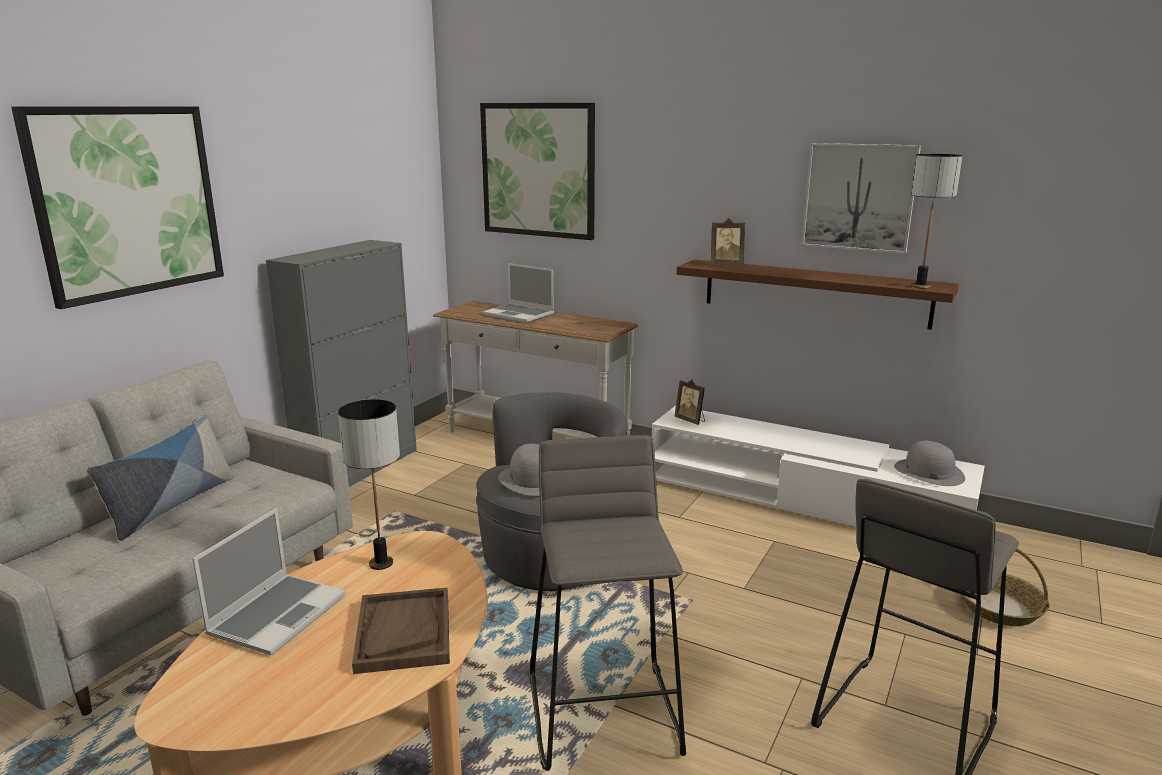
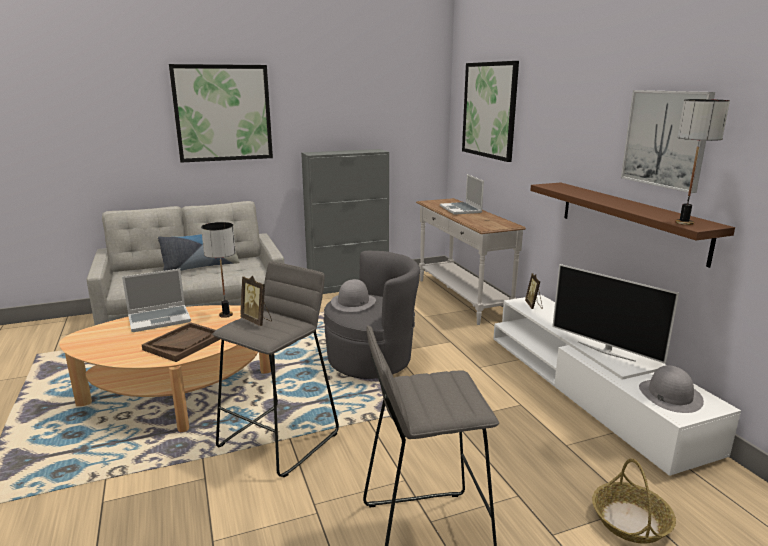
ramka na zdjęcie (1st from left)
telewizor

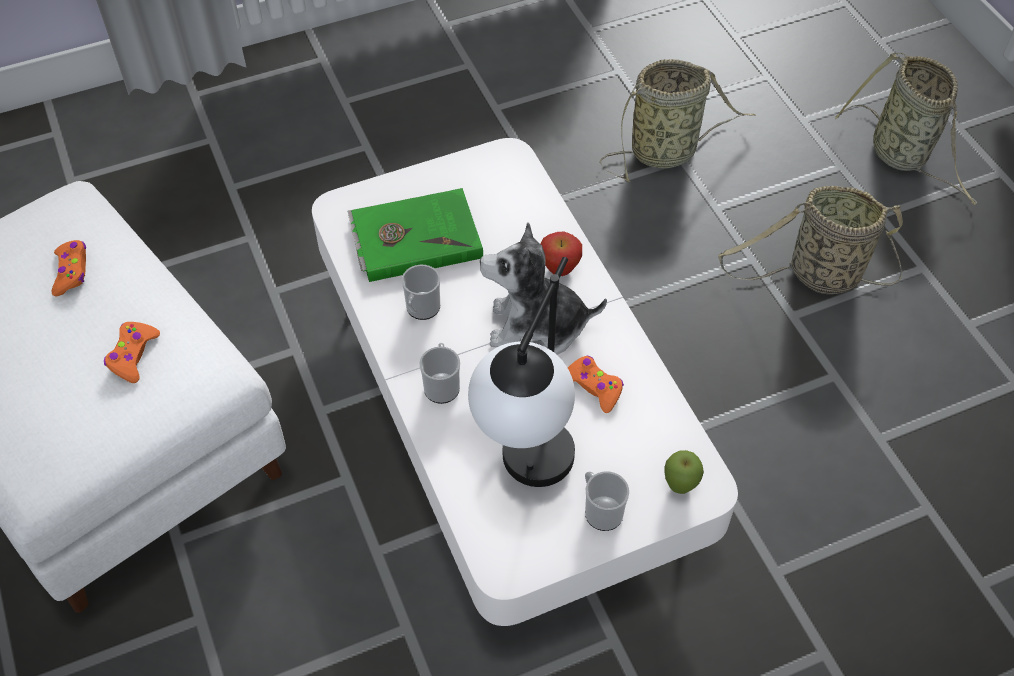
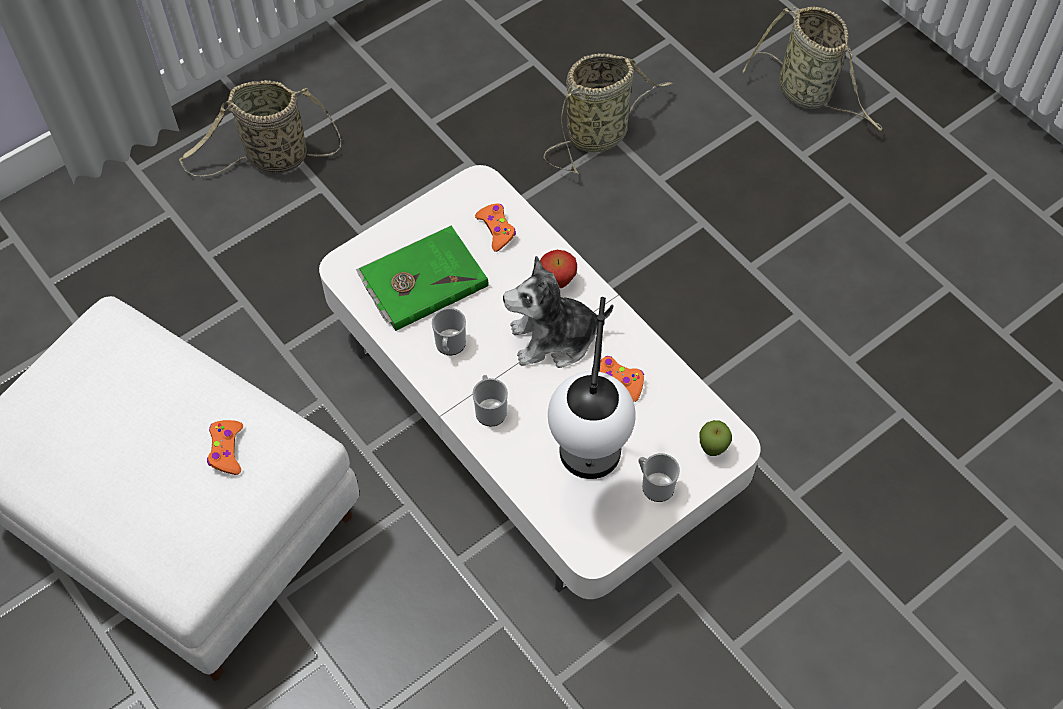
koszyk (1st from left)
pad do gier [pomarańczowy] (2nd from left)

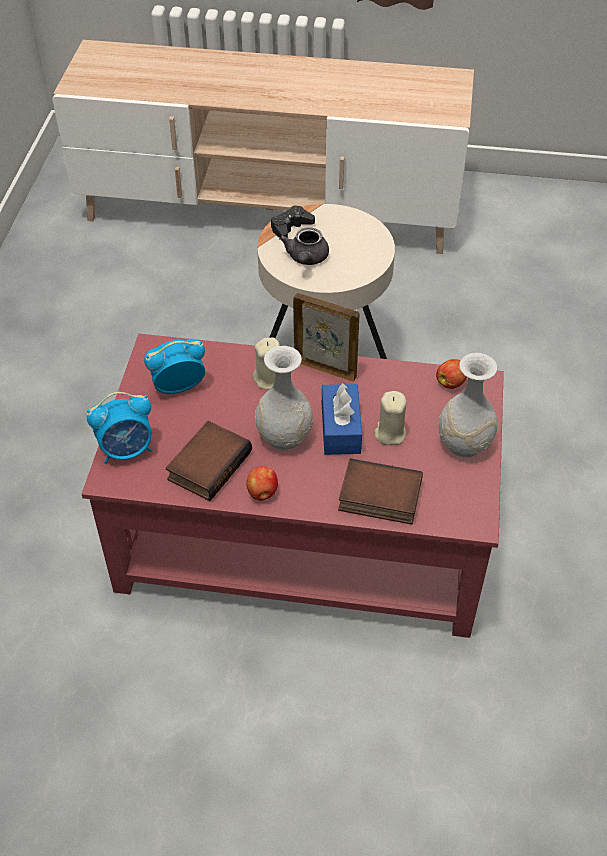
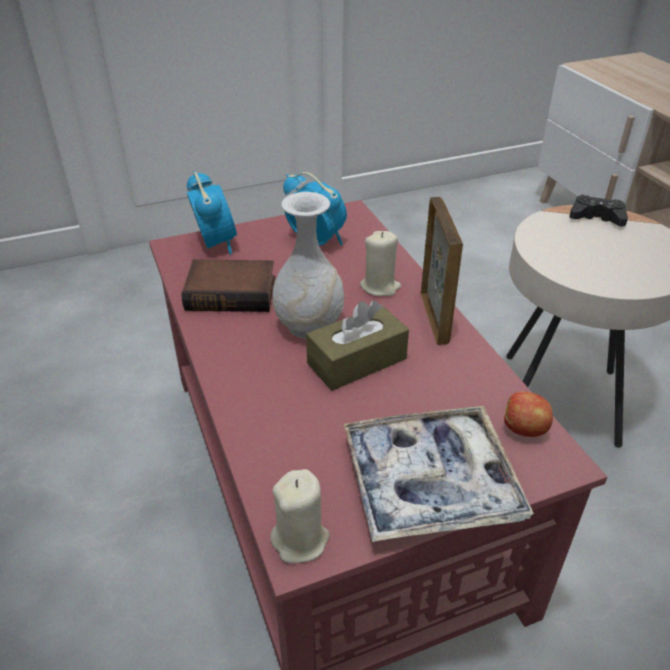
imbryk [szary]
taca
pudełko chusteczek [brązowy]
świeca [beżowy] (1st from left)
budzik (1st from left)
książka (2nd from left in the first image)
jabłko (1st from left in the first image)

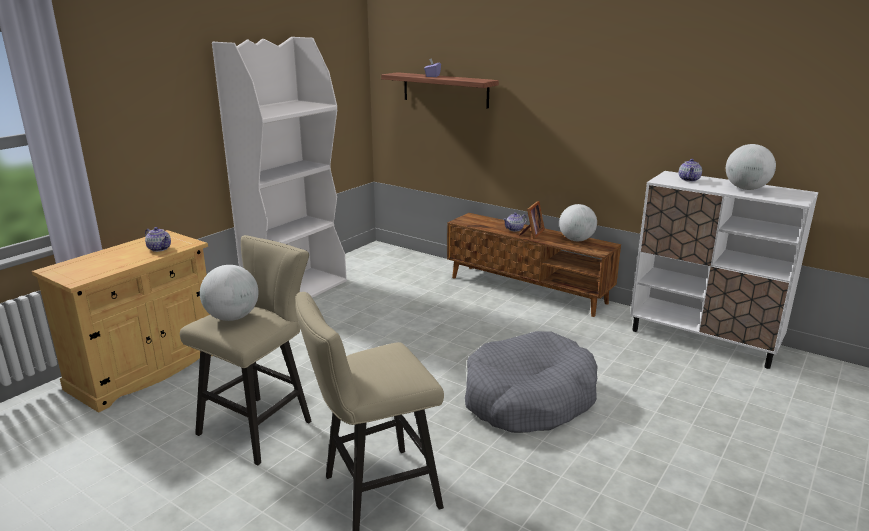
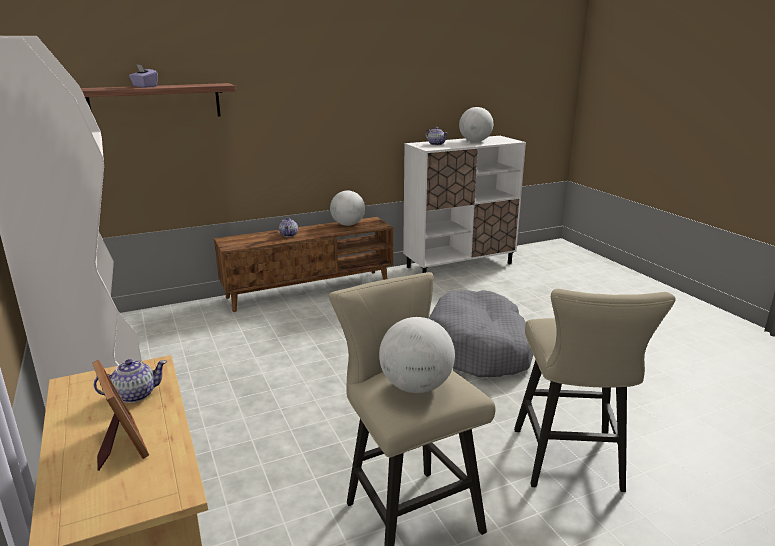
ramka na zdjęcie

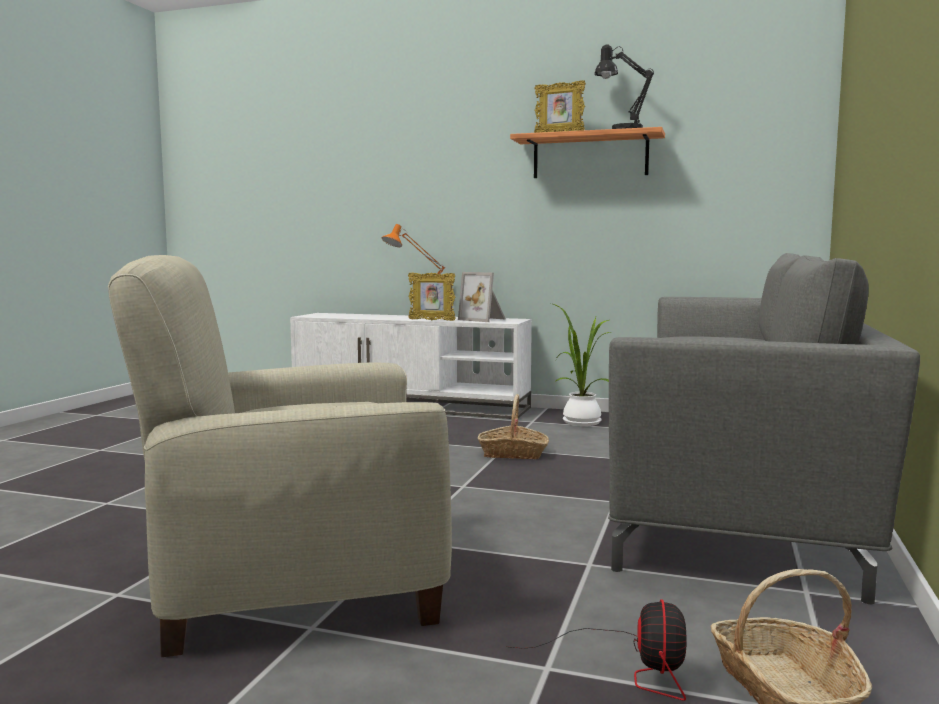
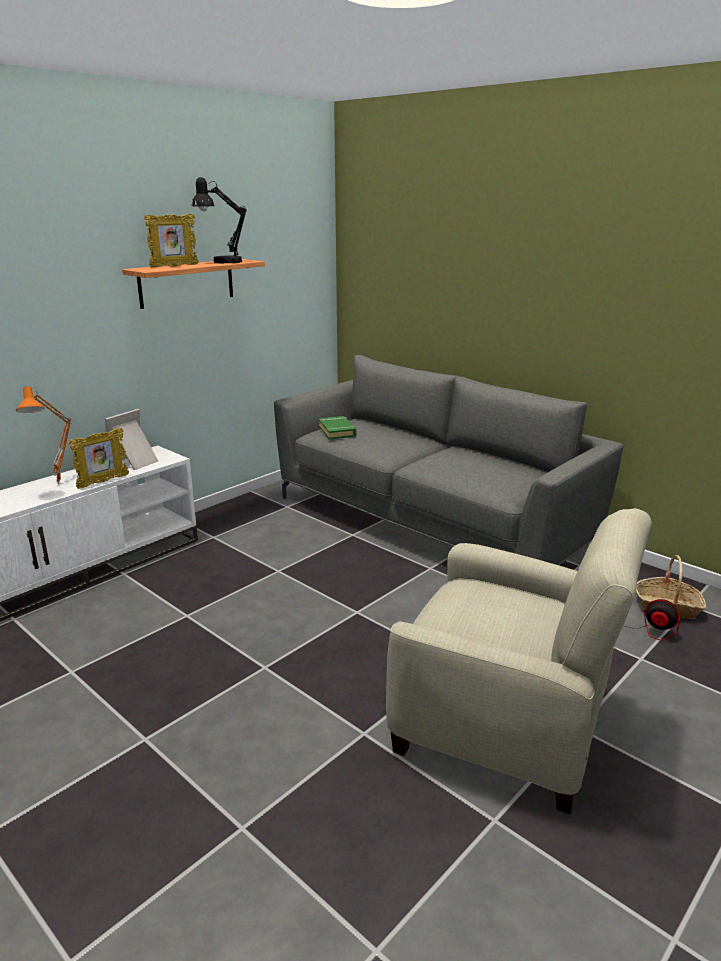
fotel [beżowy]
ramka na zdjęcie (2nd from left)
roślina doniczkowa
koszyk (1st from left in the first image)
książka [zielony]

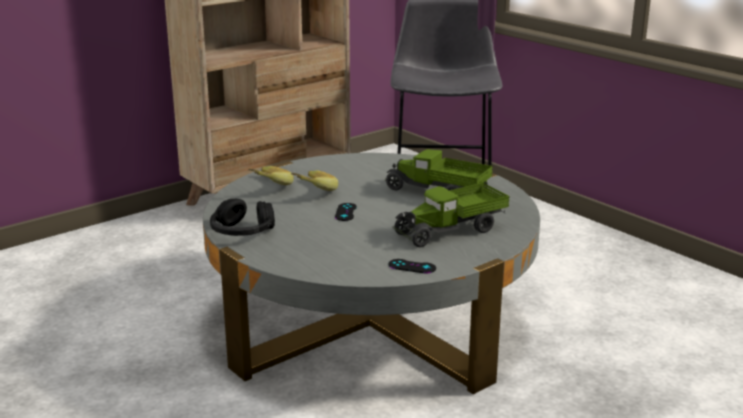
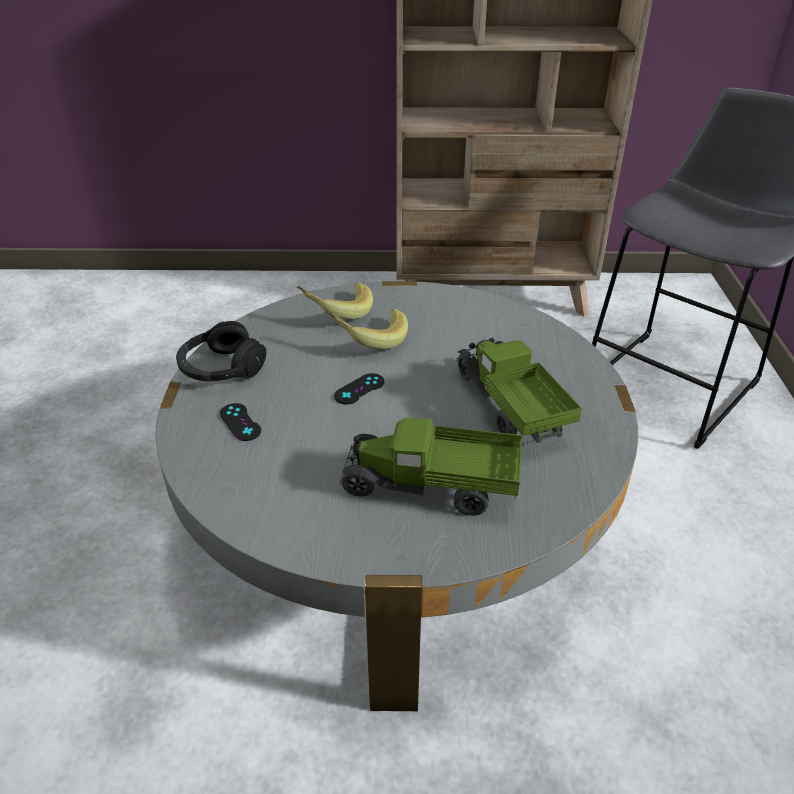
pad do gier [czarny] (1st from left)

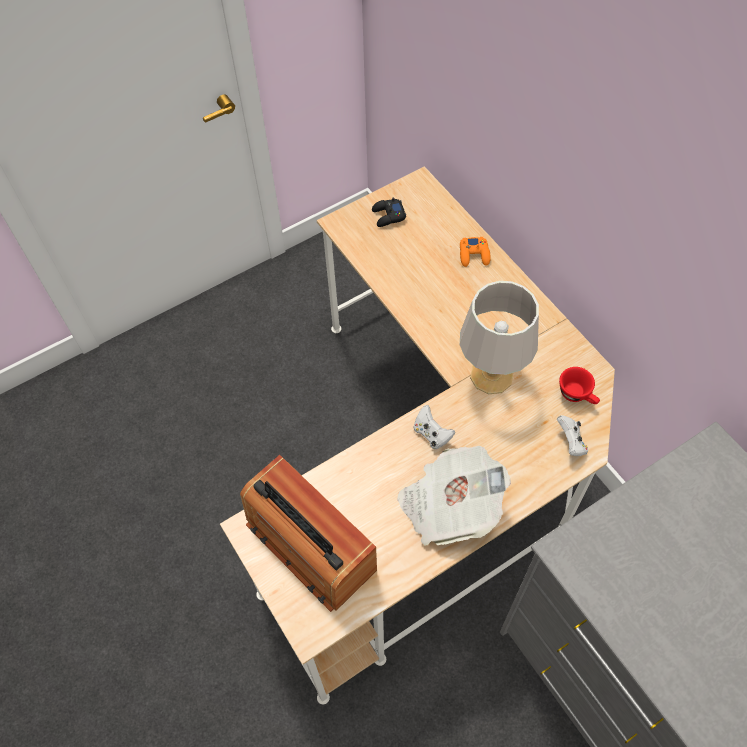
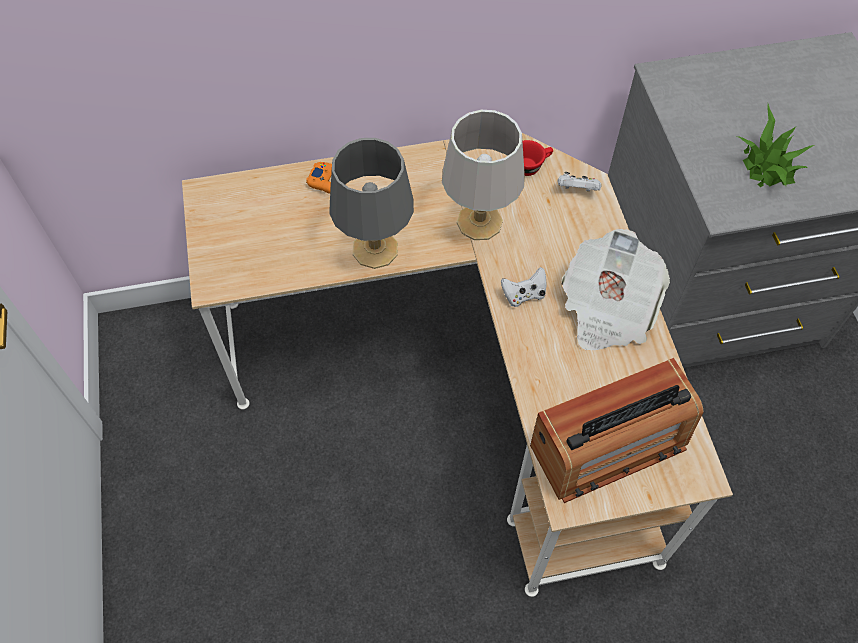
pad do gier [czarny]
roślina doniczkowa
lampa stołowa [szary] (1st from left)

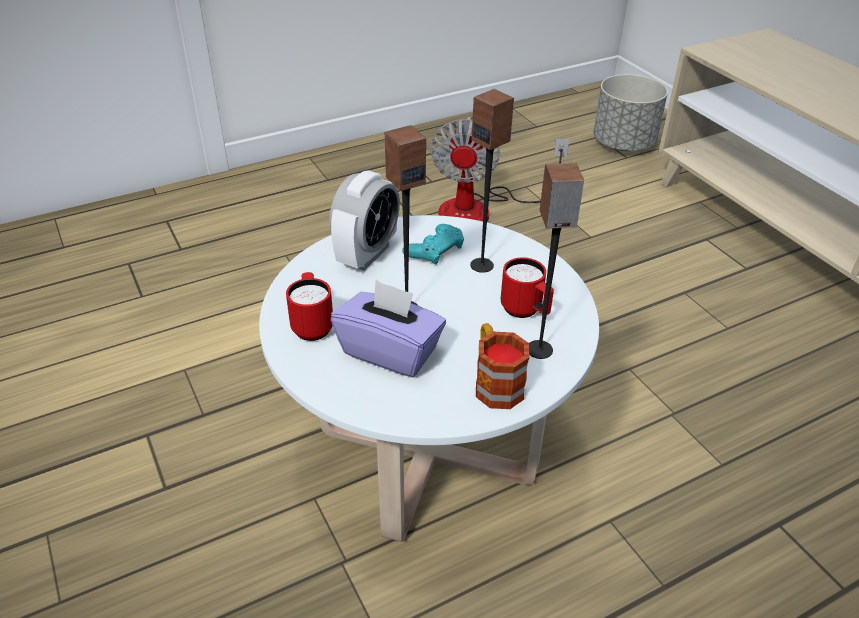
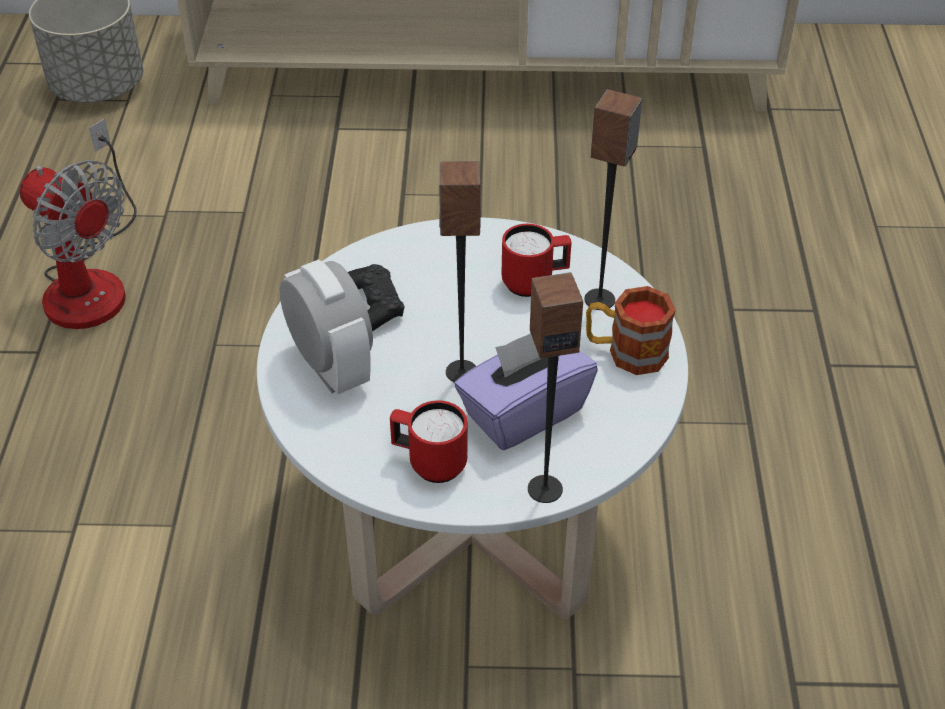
głośnik (2nd from left)
pad do gier [czarny]

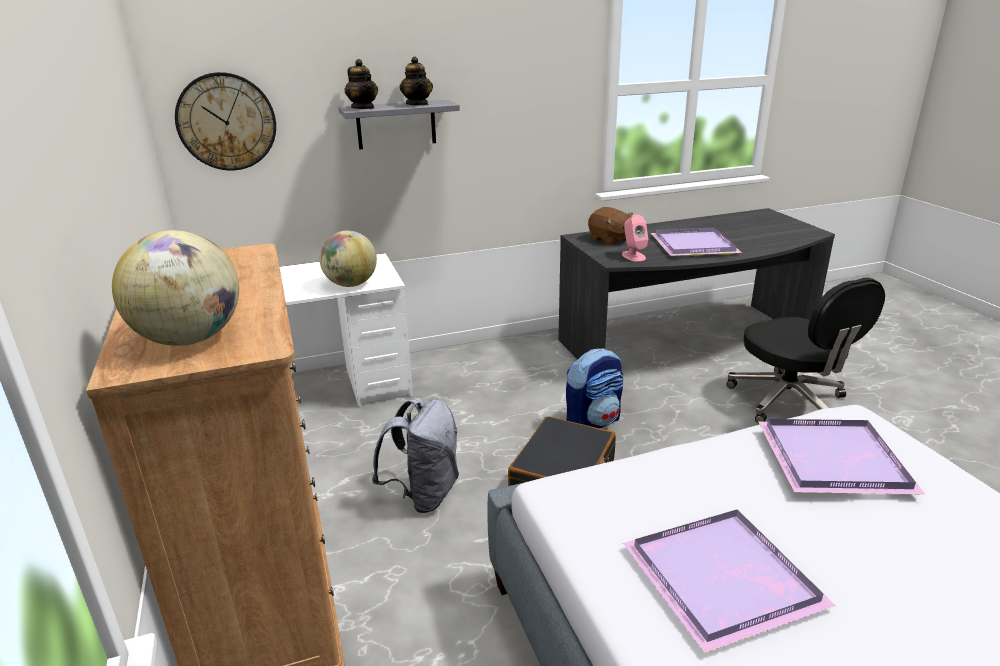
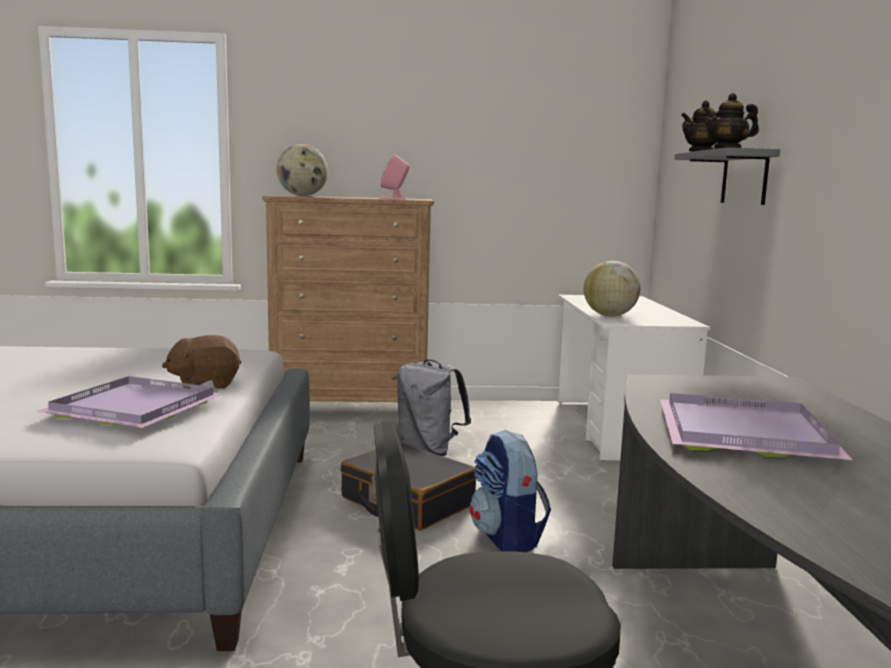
zegar ścienny
pluszak [brązowy]
głośnik [różowy]
taca [fioletowy] (2nd from left in the first image)

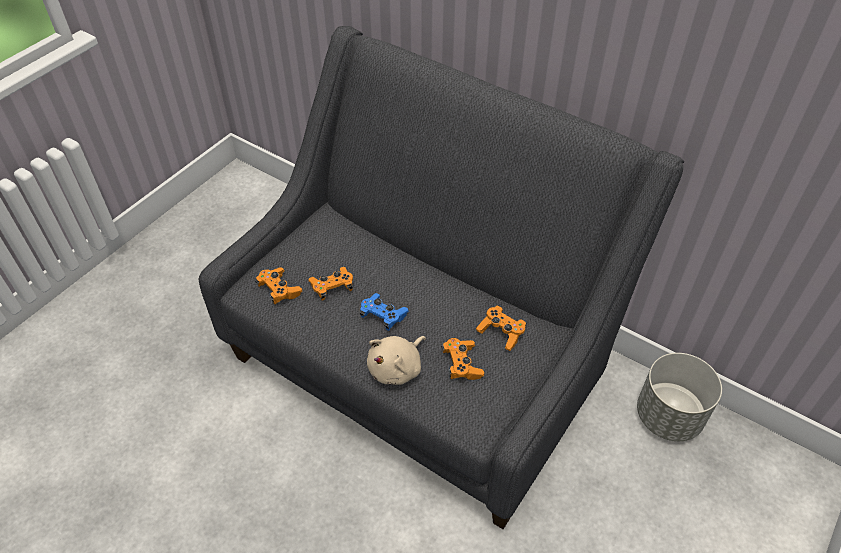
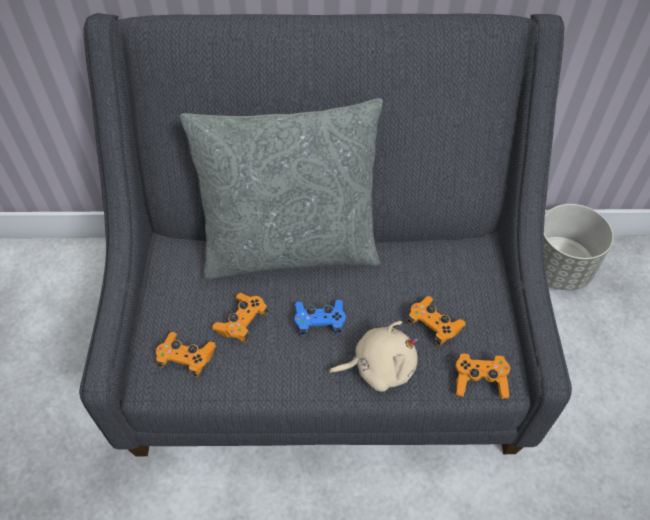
pad do gier [pomarańczowy] (4th from left)
pluszak [beżowy]
poduszka [szary]

